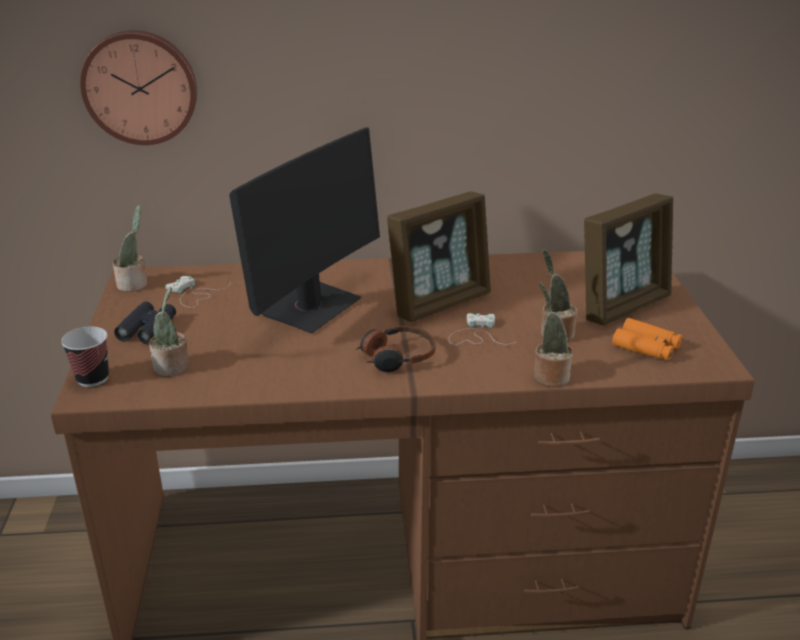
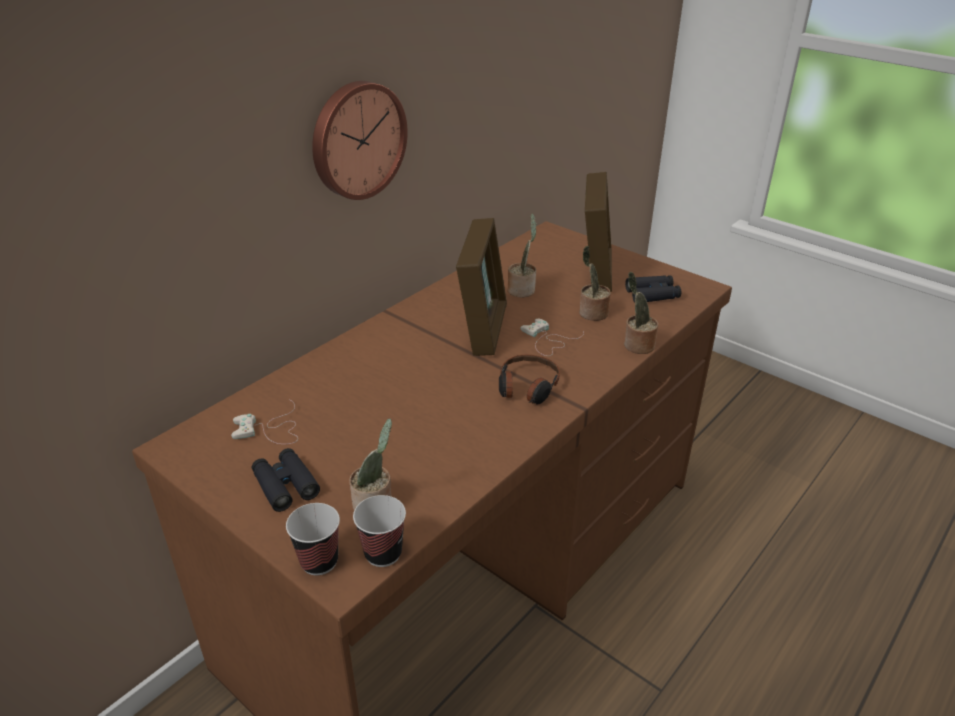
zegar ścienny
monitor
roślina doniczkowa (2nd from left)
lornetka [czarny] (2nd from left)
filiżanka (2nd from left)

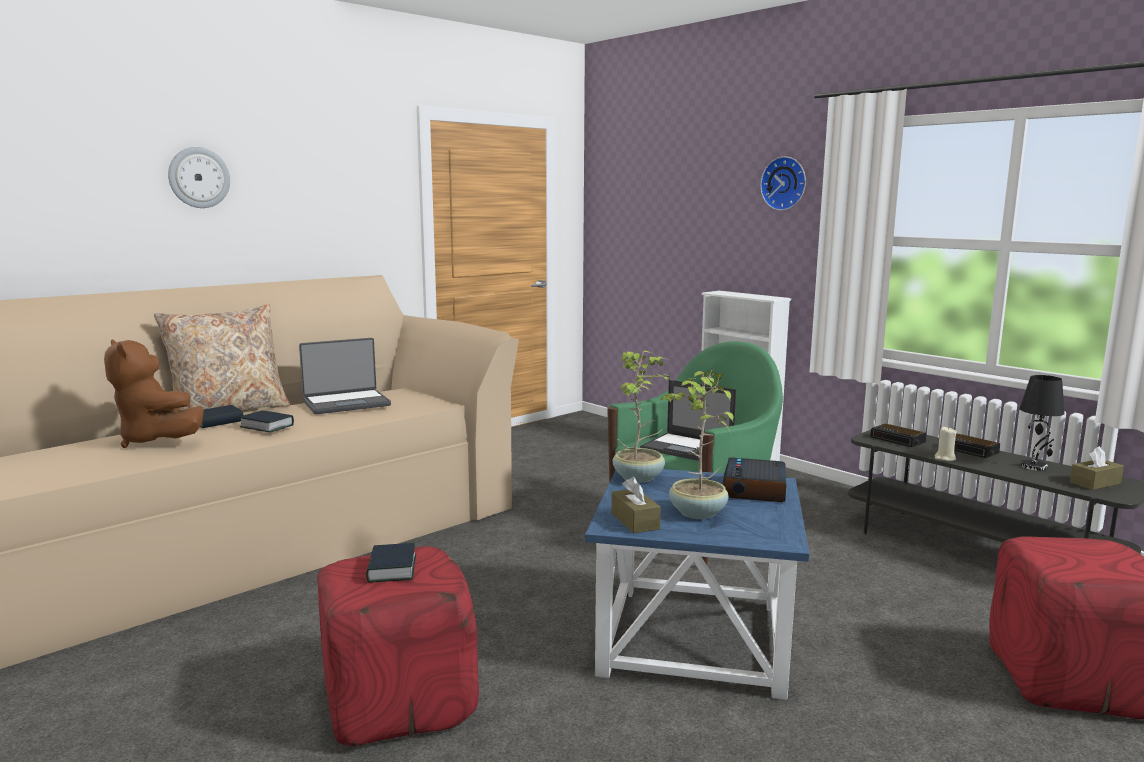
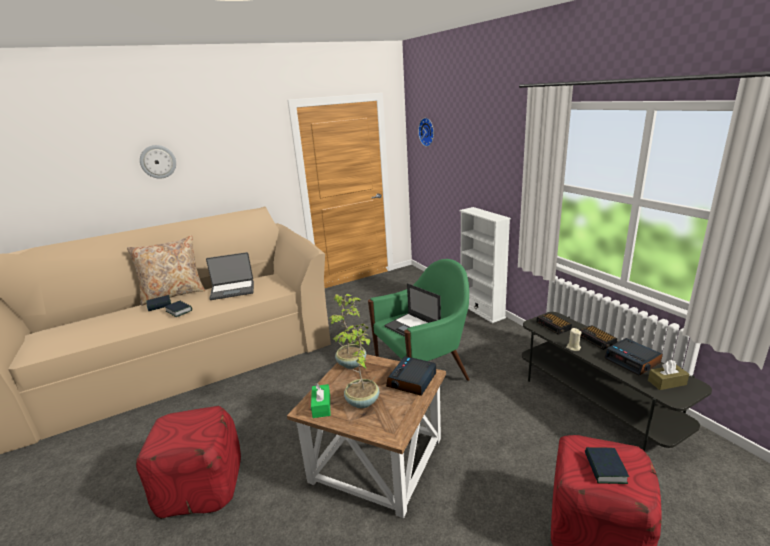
zegar ścienny (2nd from left)
pluszak [brązowy]
budzik (4th from left)
stolik [brązowy]
pudełko chusteczek [zielony]
książka (3rd from left)

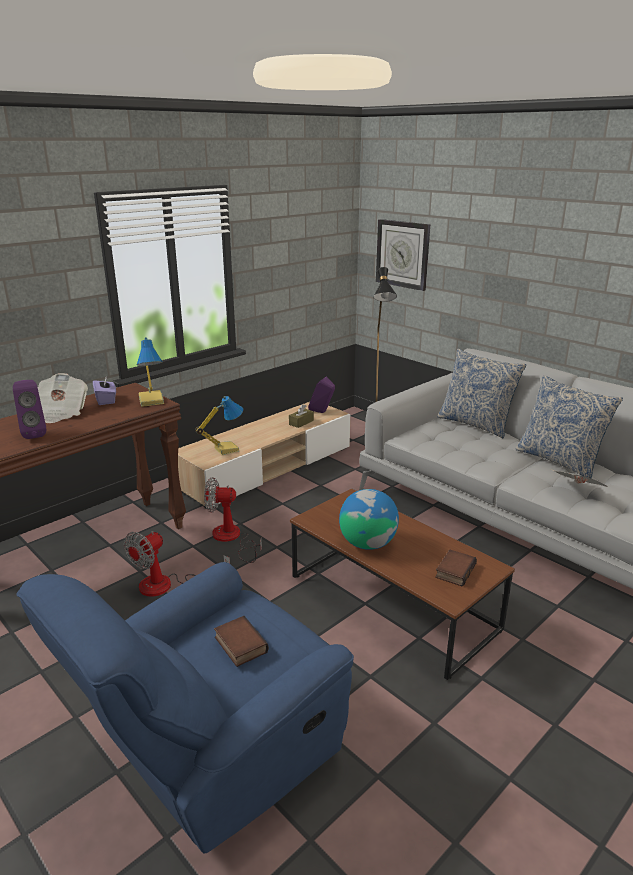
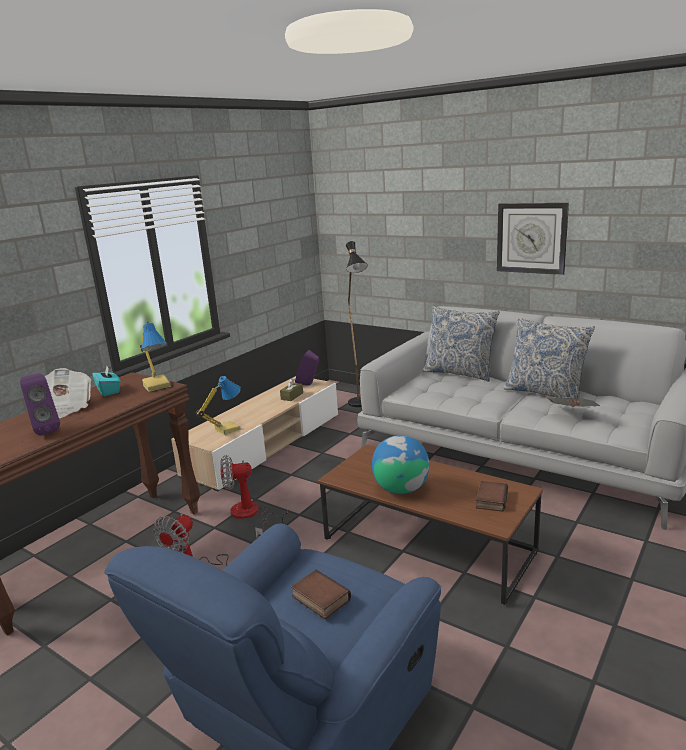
zegar ścienny
pudełko chusteczek [turkusowy]

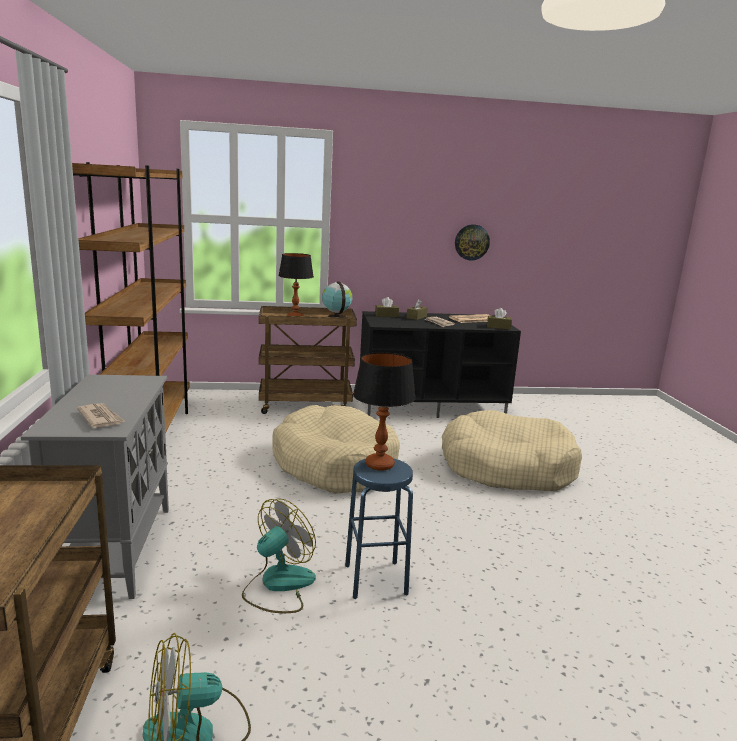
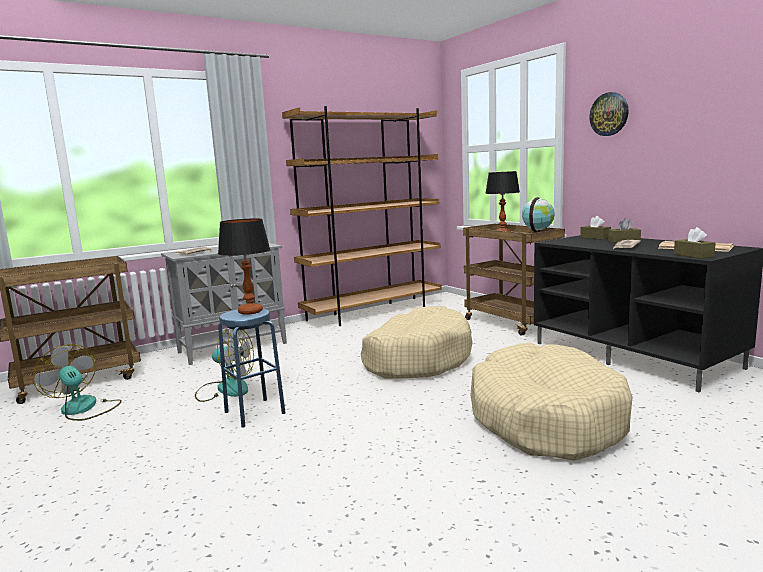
zegar ścienny

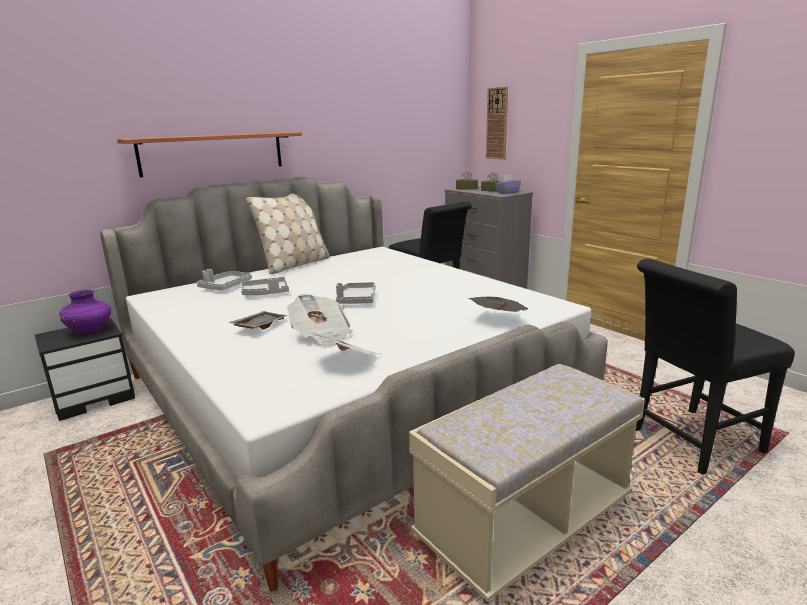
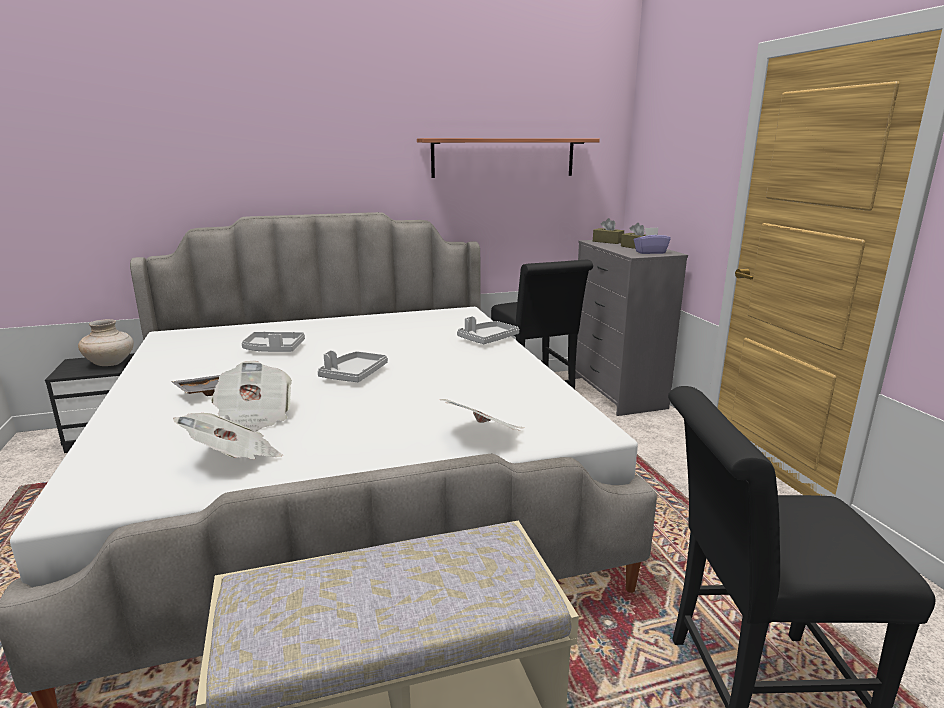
zegar ścienny
półka
poduszka [beżowy]
taca [szary] (4th from left)
wazon [beżowy]

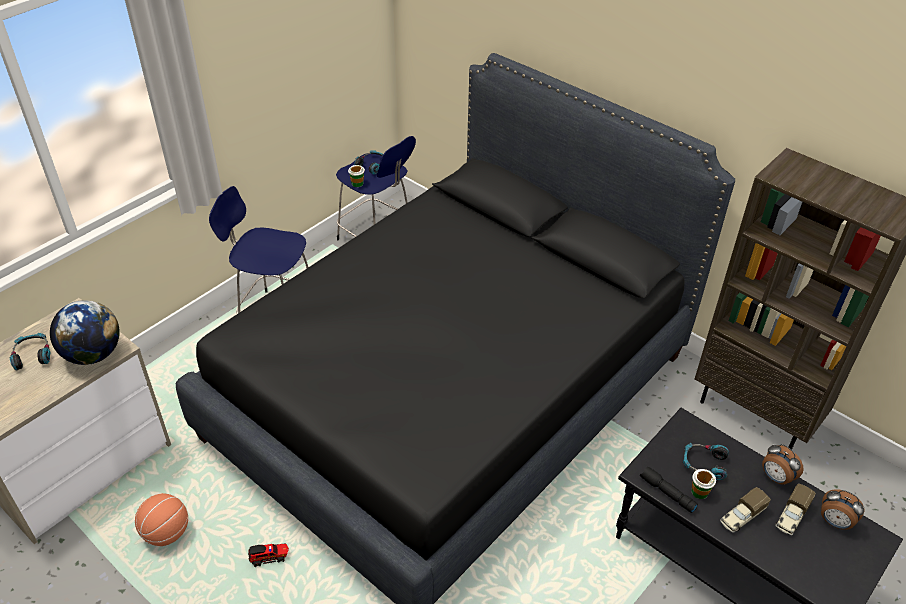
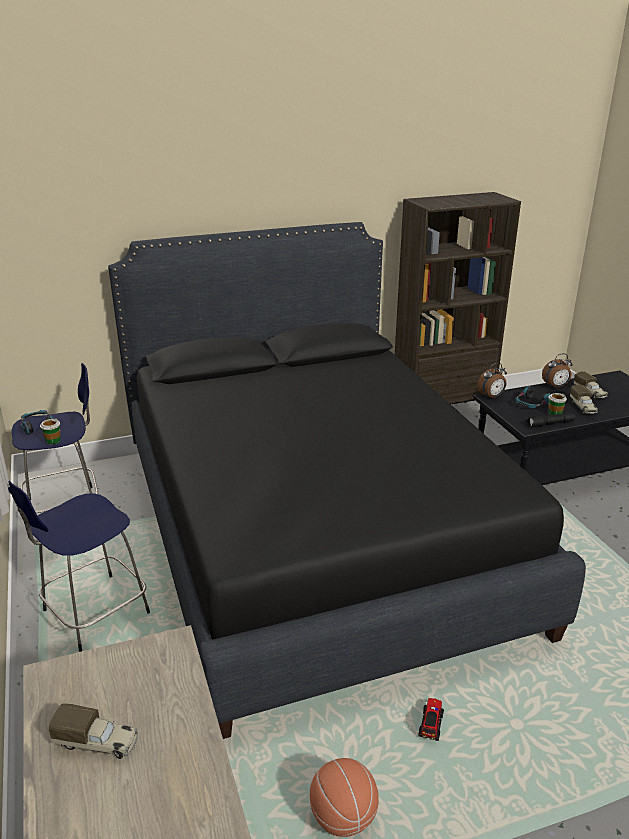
globus
ciężarówka zabawkowa (1st from left)
budzik (1st from left)

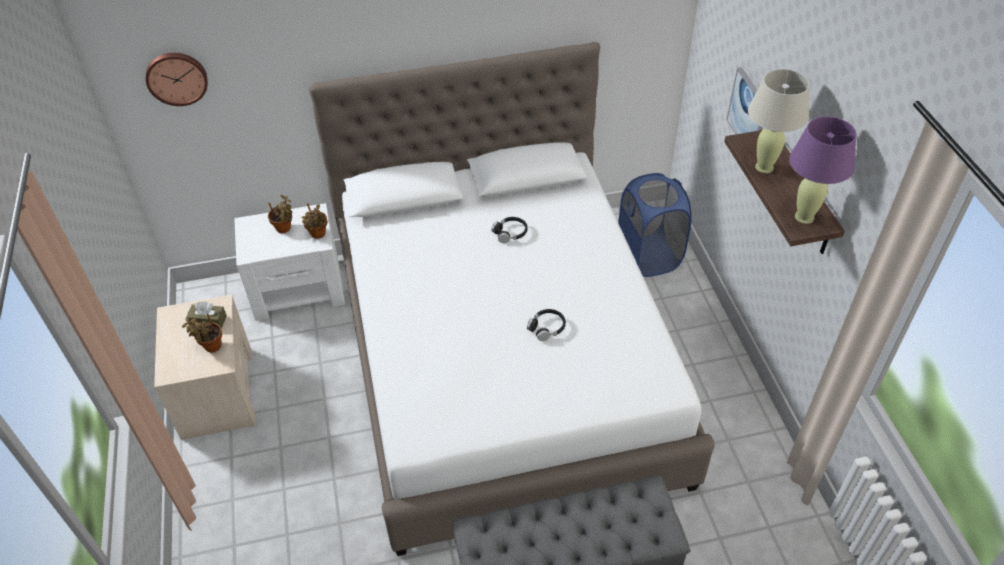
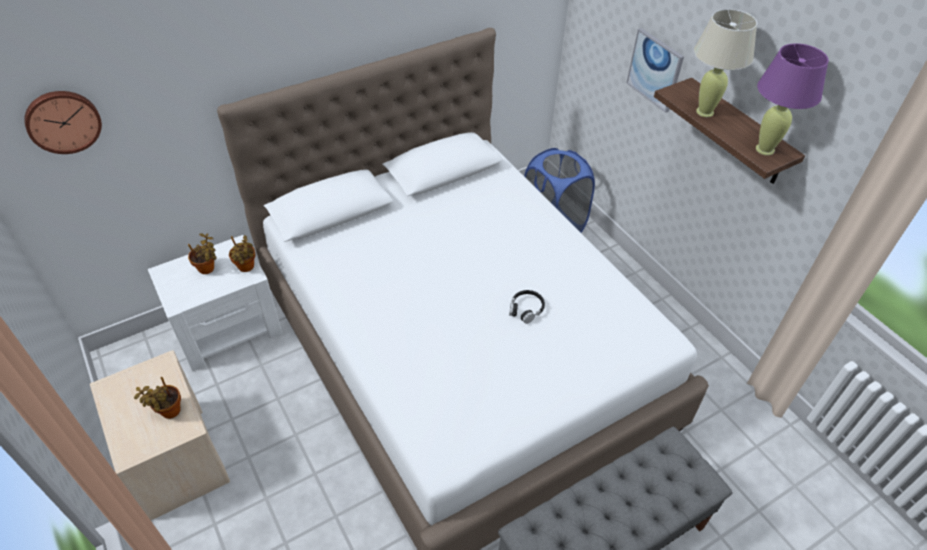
słuchawki [czarny] (1st from left in the first image)
pudełko chusteczek [brązowy]

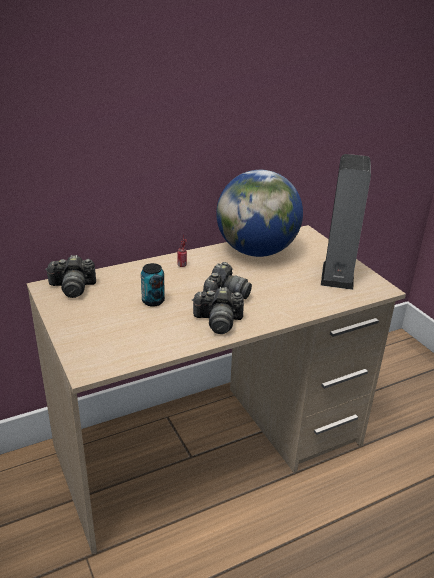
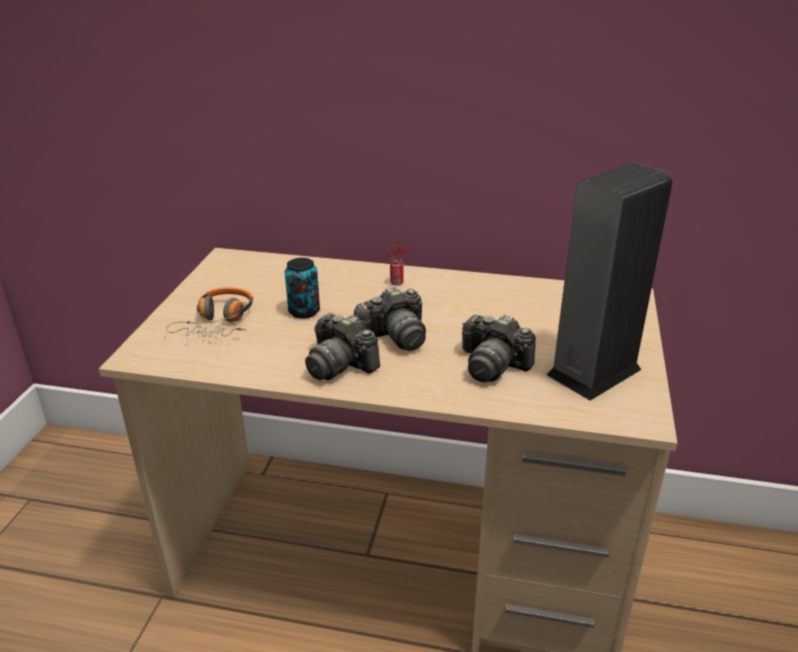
globus
aparat fotograficzny (3rd from left)
słuchawki

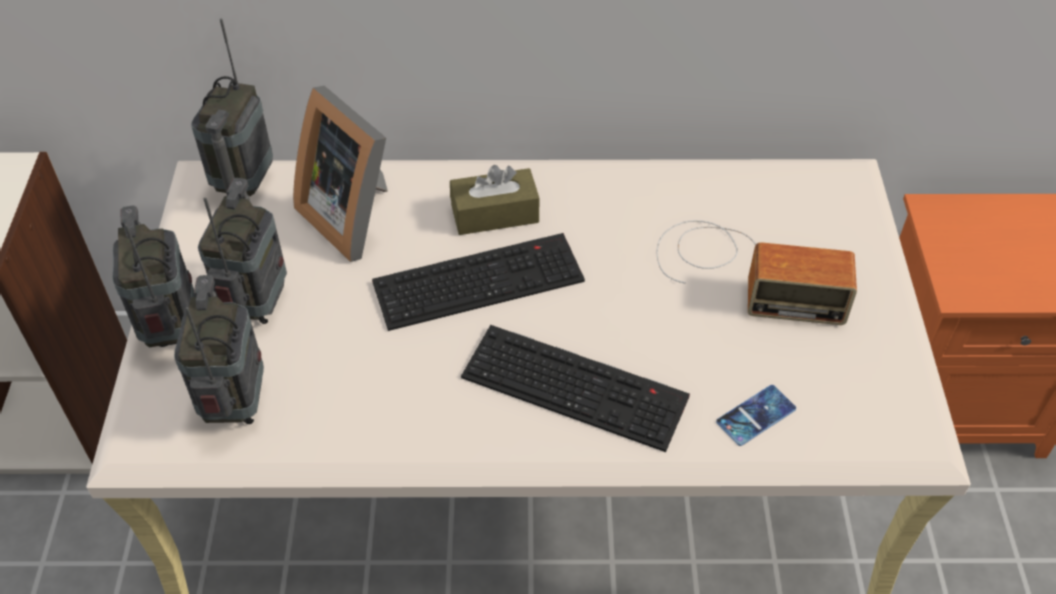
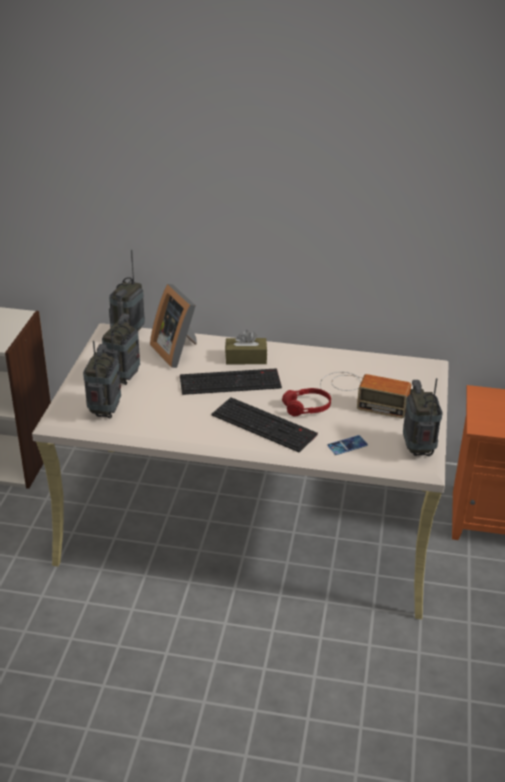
radio (5th from left)
słuchawki [czerwony]

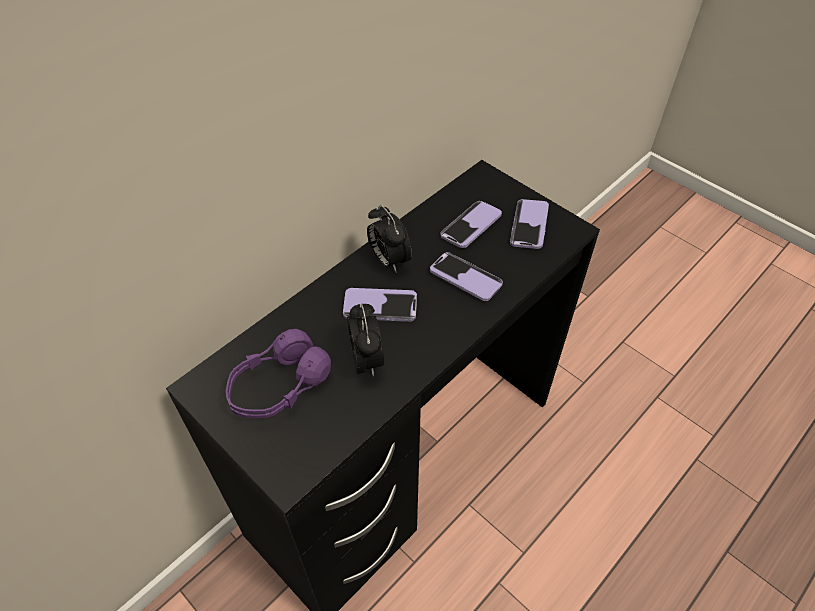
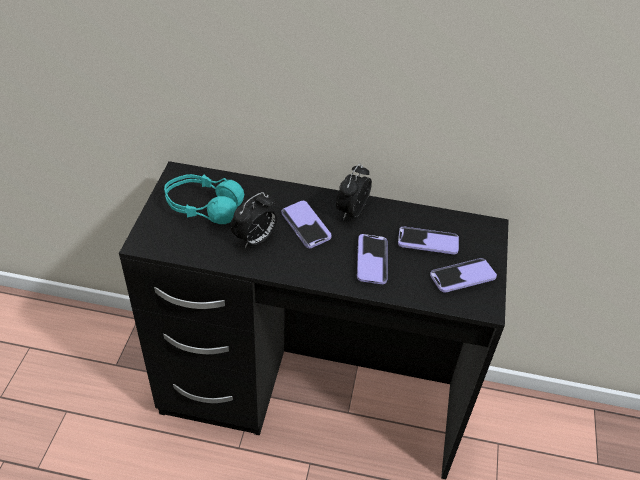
słuchawki [turkusowy]

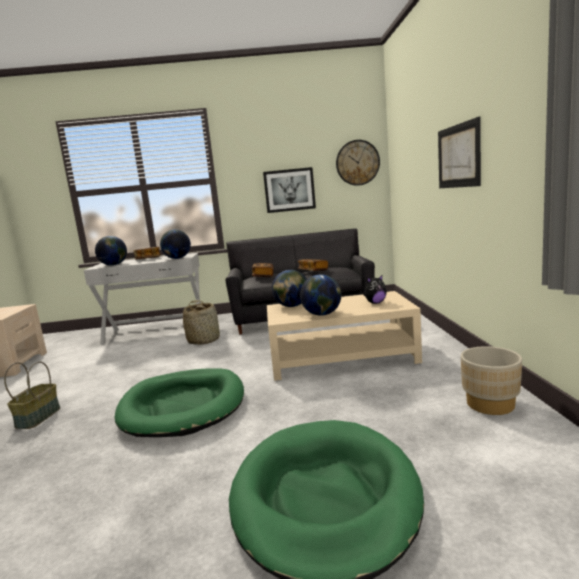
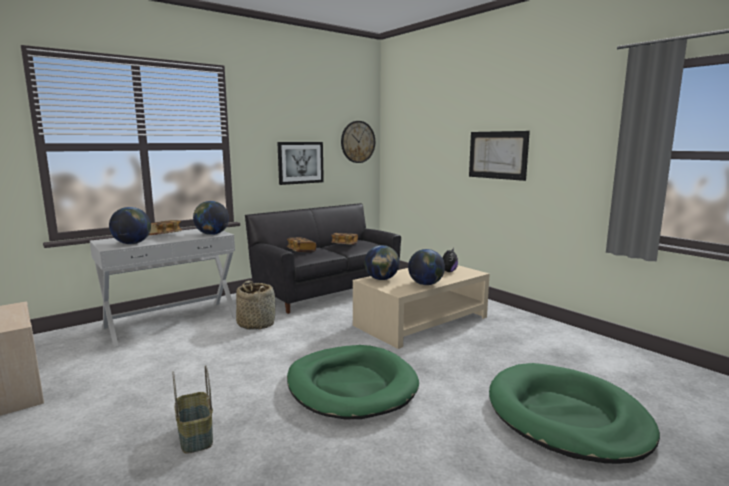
donica [beżowy]

